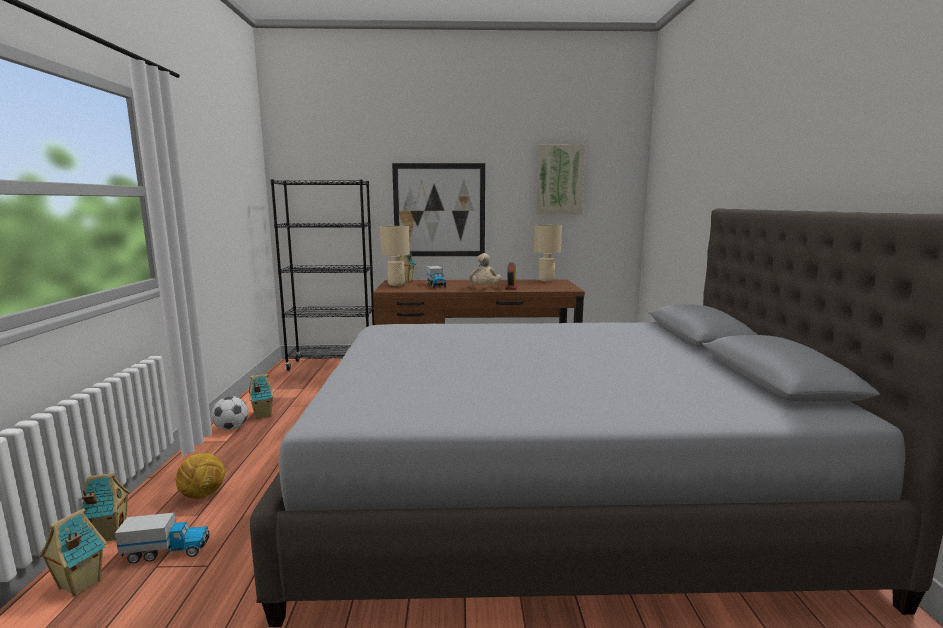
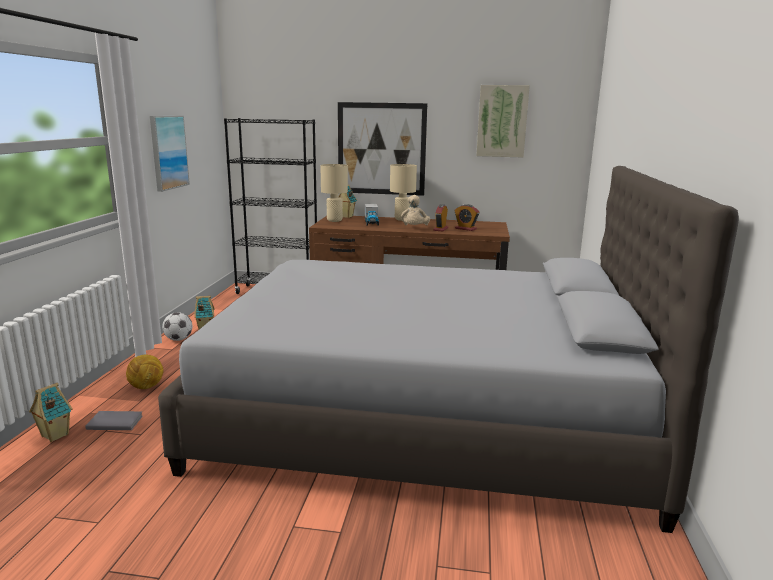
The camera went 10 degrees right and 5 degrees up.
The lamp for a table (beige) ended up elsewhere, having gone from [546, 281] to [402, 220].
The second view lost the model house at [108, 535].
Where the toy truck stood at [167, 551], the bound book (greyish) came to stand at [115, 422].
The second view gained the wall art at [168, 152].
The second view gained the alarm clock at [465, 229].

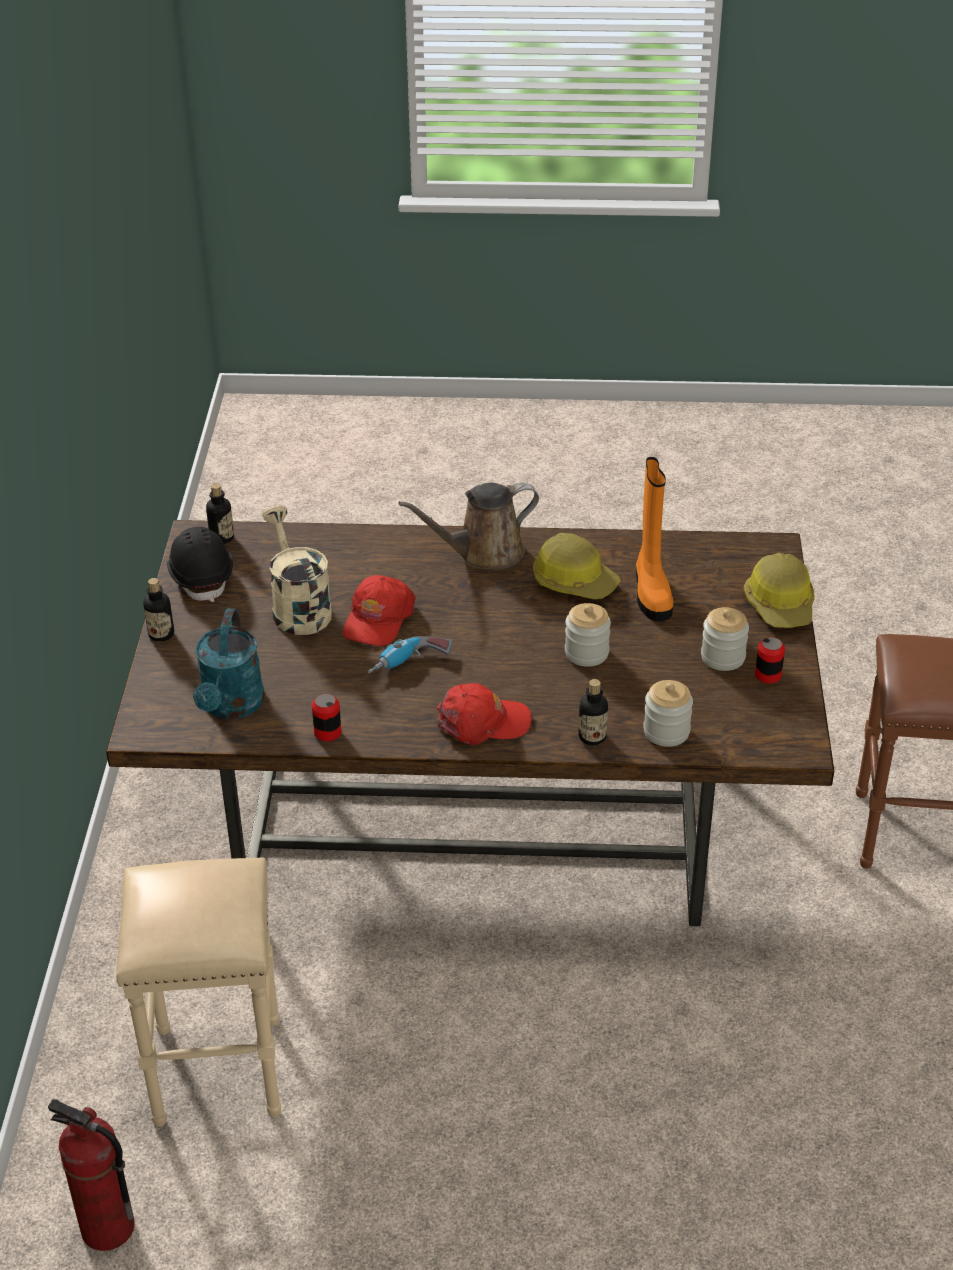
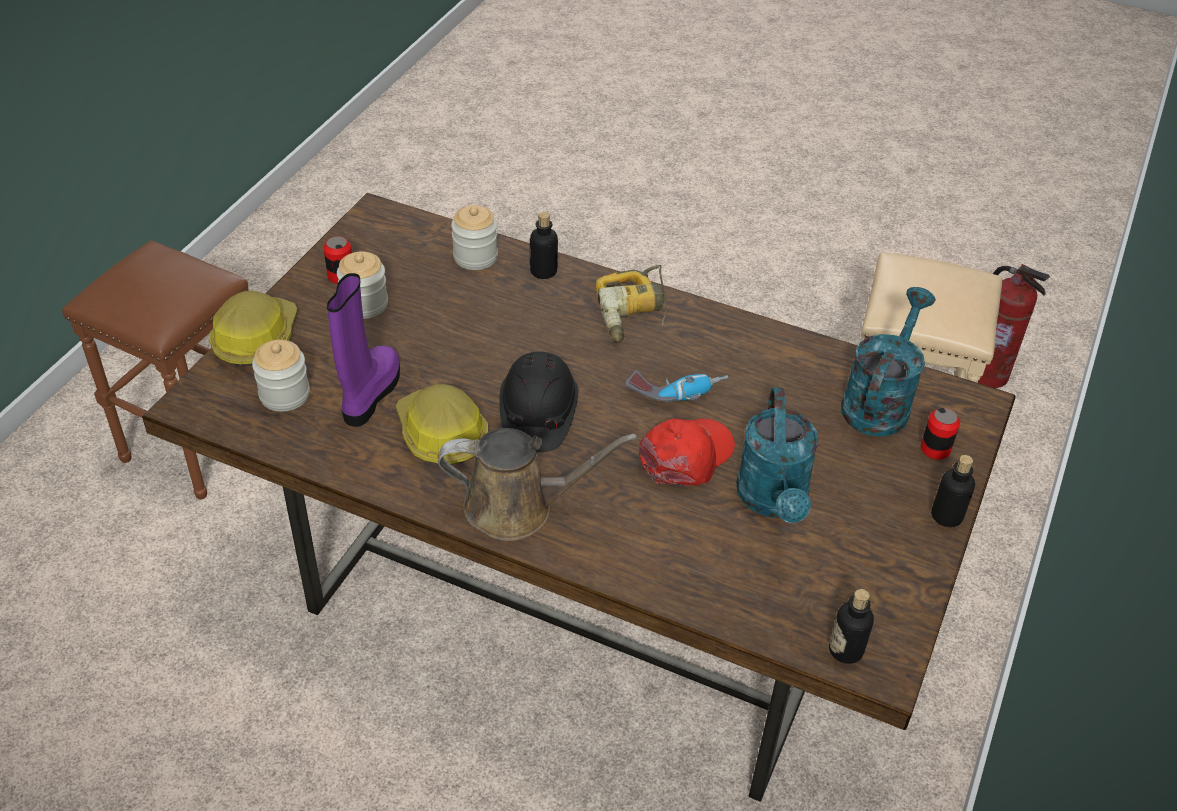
The camera went 160 degrees left and 5 degrees up.
What was the boot (orange) at [651, 592] turned into the boot (purplish) at [370, 394].
What was the watering can (beige) at [298, 607] turned into the watering can (turquoise-coloured) at [774, 501].
The hard hat (black) ended up elsewhere, having gone from [201, 577] to [537, 416].
The preserve jar ended up elsewhere, having gone from [586, 653] to [284, 395].
Where the baseball cap (red-coloured) stood at [483, 722], the drill came to stand at [634, 312].
The sealed can ended up elsewhere, having gone from [327, 732] to [935, 449].

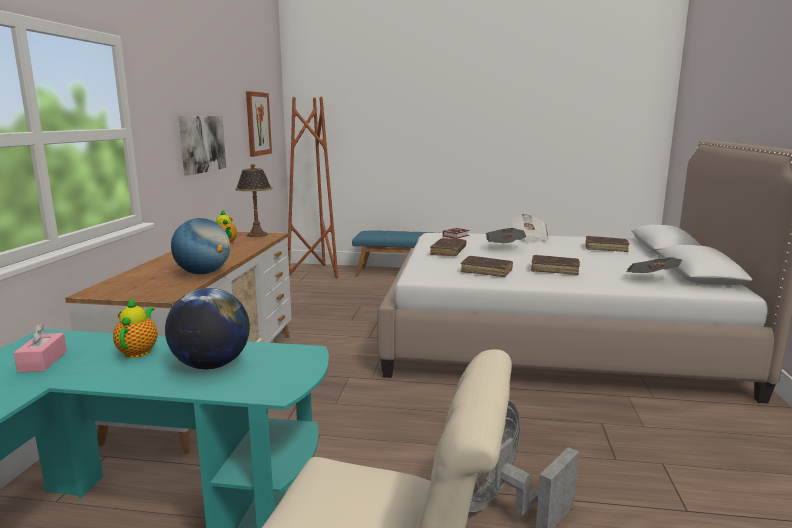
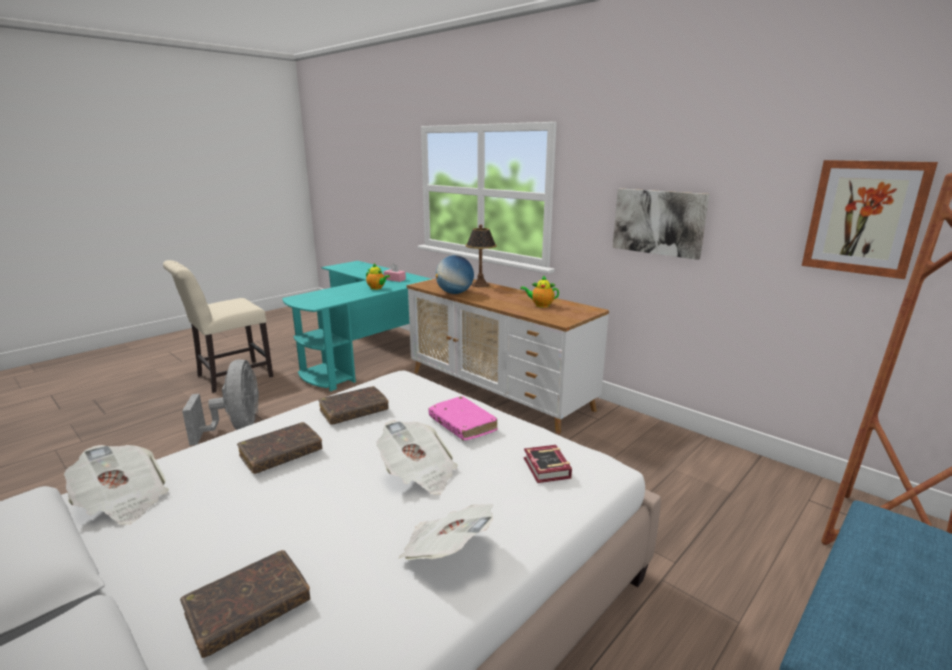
The camera went 125 degrees right and 5 degrees up.
The lamp for a table ended up elsewhere, having gone from [256, 234] to [480, 285].
What was the bound book (brown) at [448, 252] turned into the bound book (pink) at [462, 425].
The second view lost the world globe at [211, 365].

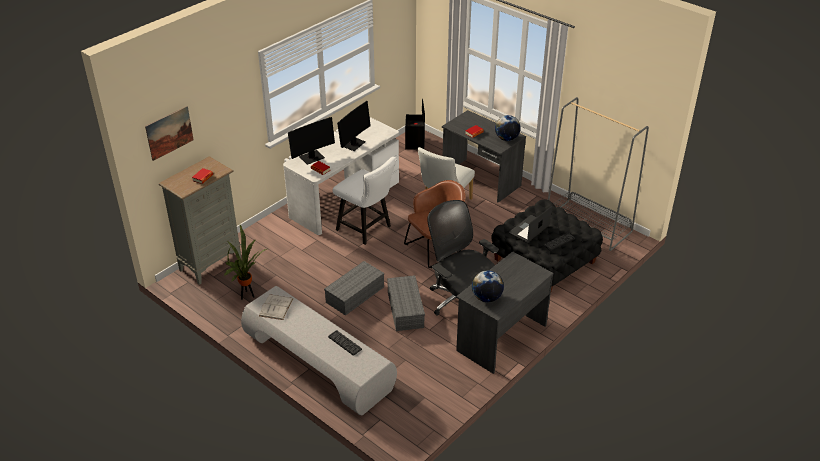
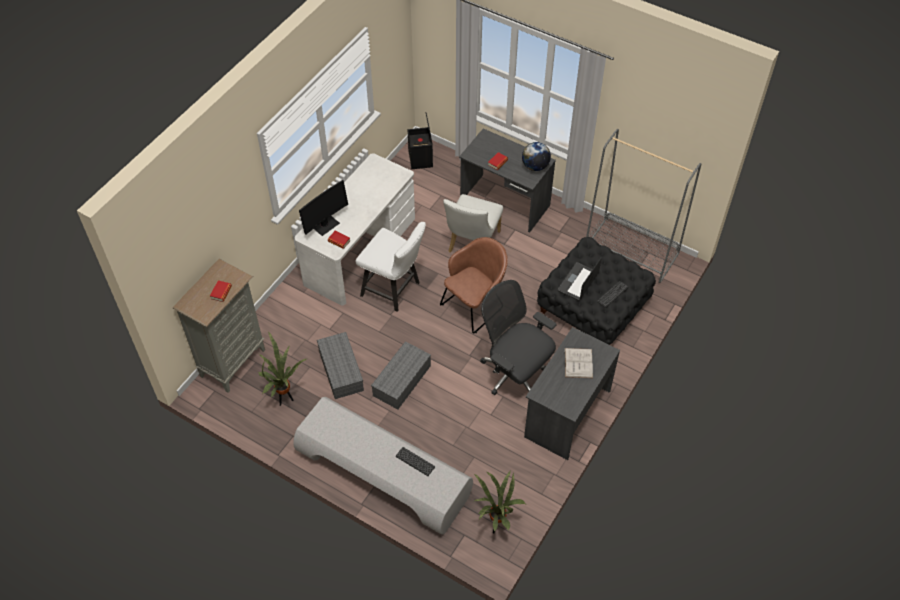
The camera went 10 degrees left and 15 degrees up.
The second view lost the computer display at [353, 144].
The second view lost the wall art at [169, 133].
The second view lost the world globe at [486, 298].
The storage container (greyish) ended up elsewhere, having gone from [404, 309] to [340, 370].
The bound book (white) ended up elsewhere, having gone from [276, 307] to [578, 363].
The second view gained the houseplant at [496, 526].

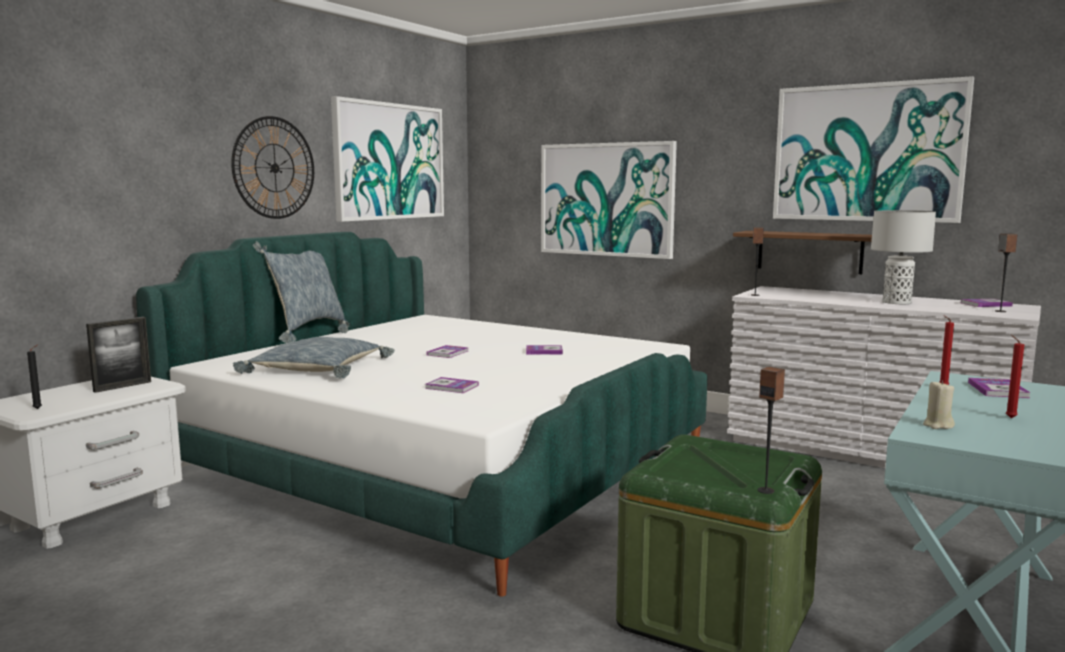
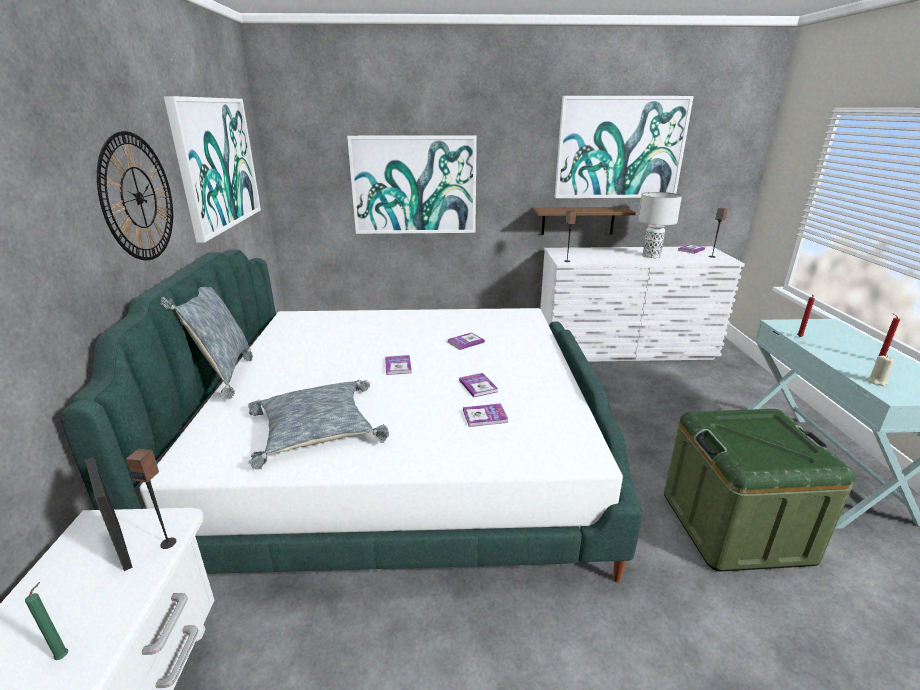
The camera went 35 degrees left and 15 degrees up.
The picture frame at [122, 386] ended up facing another way, 135 degrees clockwise from before.
What was the wax light (black) at [39, 409] turned into the wax light (green) at [65, 655].
The loudspeaker ended up elsewhere, having gone from [766, 490] to [168, 543].
The bound book ended up elsewhere, having gone from [998, 390] to [478, 386].

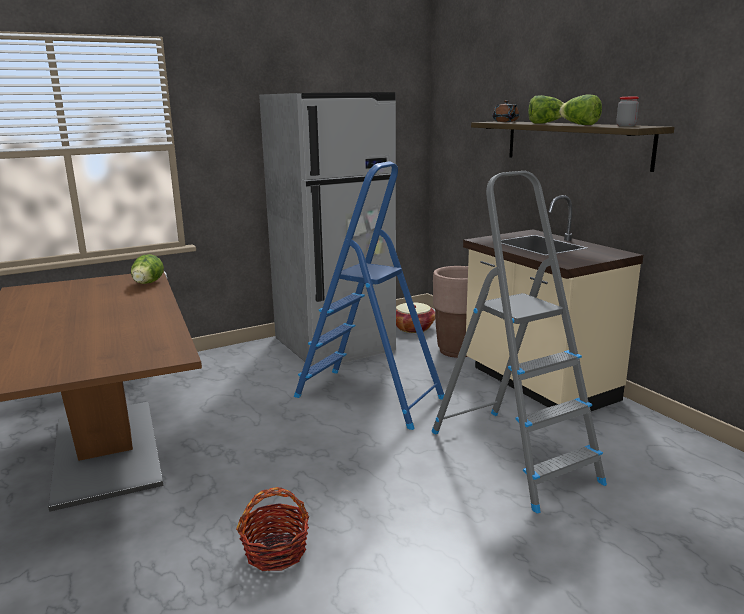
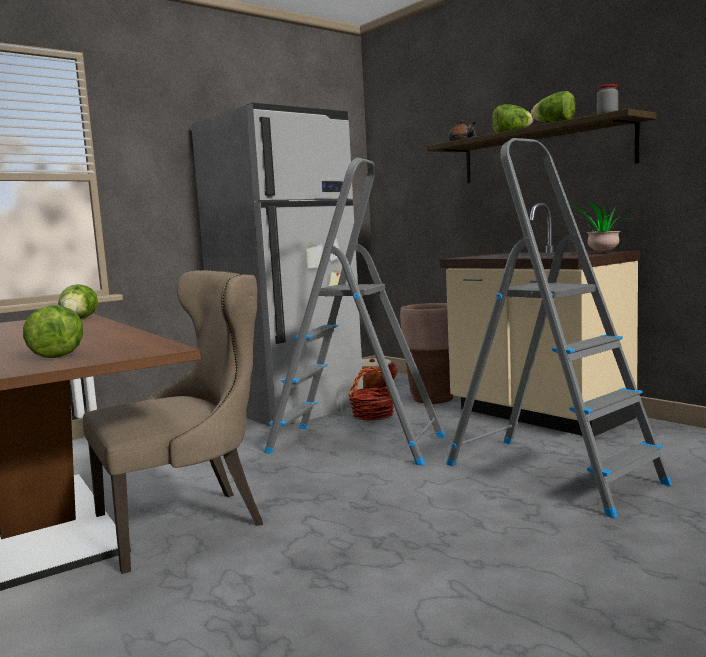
The camera went 10 degrees left and 10 degrees down.
What was the stepladder (blue) at [368, 397] turned into the stepladder (greyish) at [354, 444].
The basket ended up elsewhere, having gone from [276, 551] to [373, 415].
The second view gained the houseplant at [600, 253].
The second view gained the plain chair (beige) at [187, 524].
The second view gained the lettuce at [59, 354].

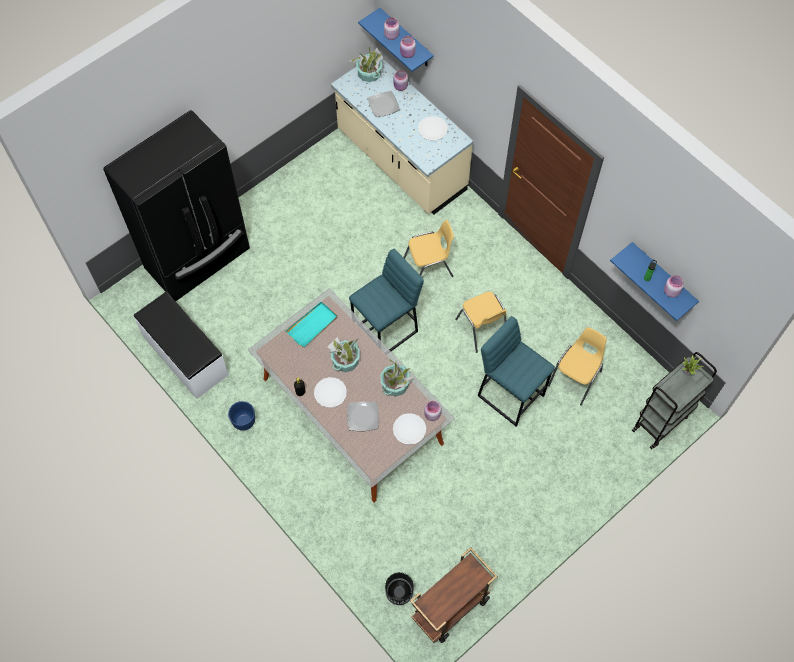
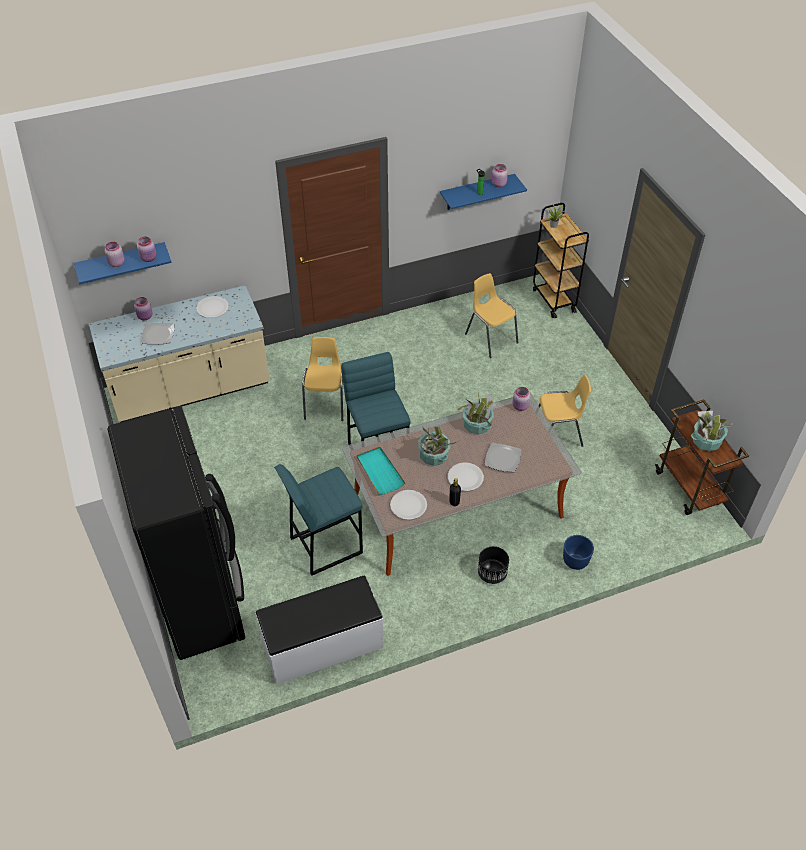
The camera went 70 degrees left and 15 degrees down.
The houseplant ended up elsewhere, having gone from [369, 74] to [706, 441].
The plain chair (yellow) ended up elsewhere, having gone from [481, 329] to [557, 434].
The stool (turquoise-coloured) ended up elsewhere, having gone from [509, 394] to [324, 546].
What was the trolley (greyish) at [660, 424] turned into the trolley (brown) at [554, 301].
The planter (blue) ended up elsewhere, having gone from [243, 421] to [575, 562].
The dinner plate (white) ended up elsewhere, having gone from [409, 429] to [408, 505].
The planter (black) ended up elsewhere, having gone from [399, 592] to [492, 574].

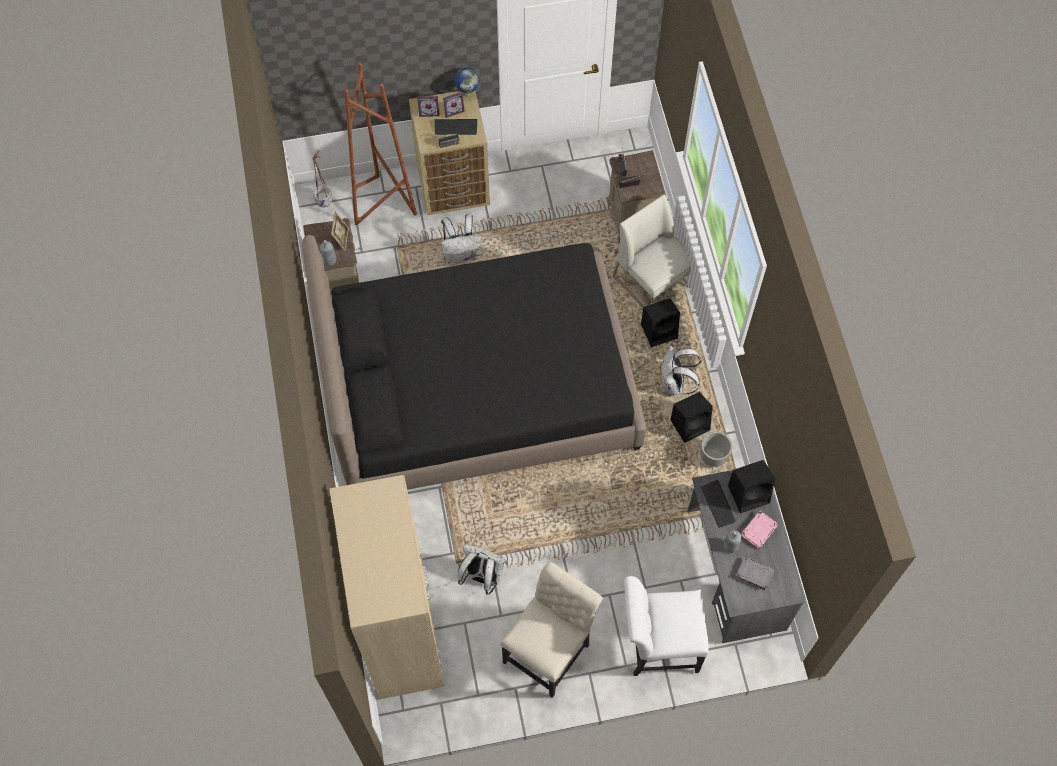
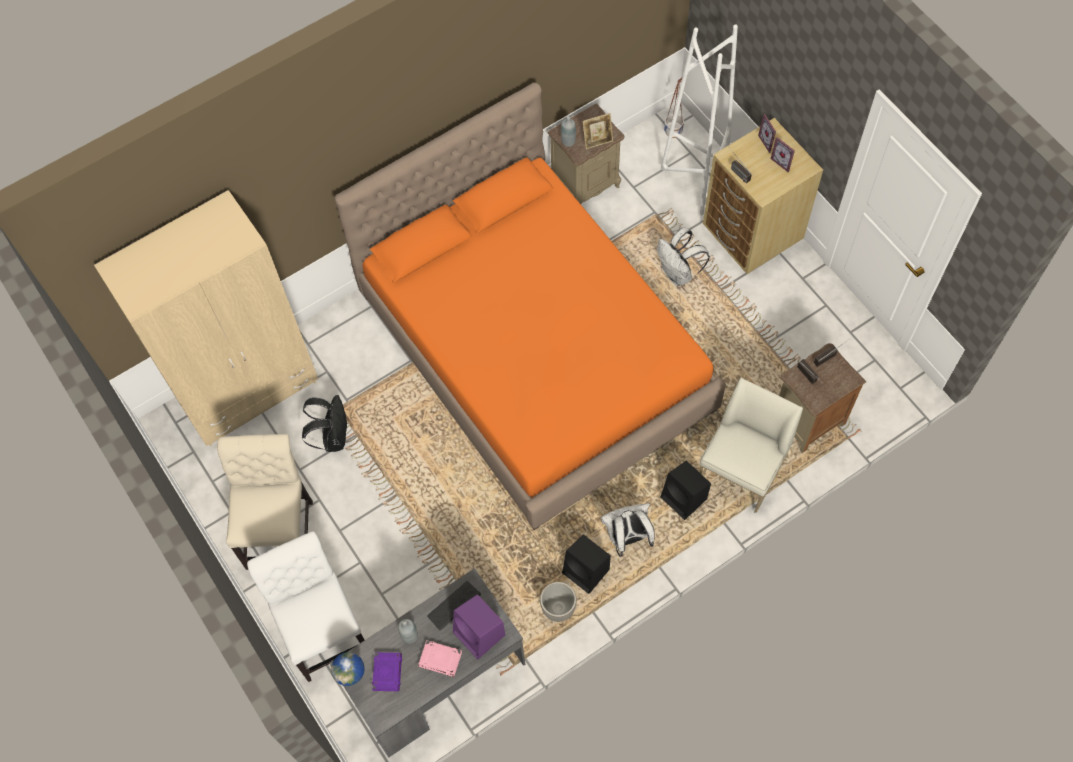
The camera went 70 degrees right and 0 degrees up.
What was the clothes rack (brown) at [383, 205] turned into the clothes rack (white) at [697, 182].
The world globe ended up elsewhere, having gone from [468, 94] to [353, 676].
The second view lost the keyboard at [455, 127].
What was the bed (black) at [479, 386] turned into the bed (orange) at [535, 351].
What was the loudspeaker (black) at [749, 493] turned into the loudspeaker (purplish) at [480, 634].
What was the knapsack (white) at [482, 576] turned into the knapsack (black) at [333, 437].
What was the bound book (greyish) at [754, 574] turned into the bound book (purplish) at [387, 672].
The plain chair (beige) at [550, 649] ended up facing another way, 105 degrees counterclockwise from before.

